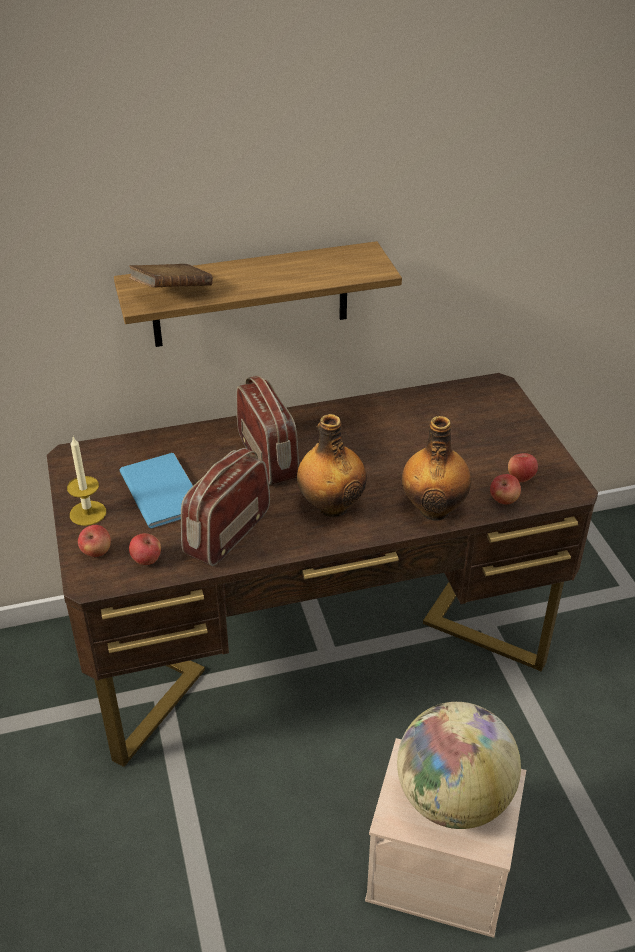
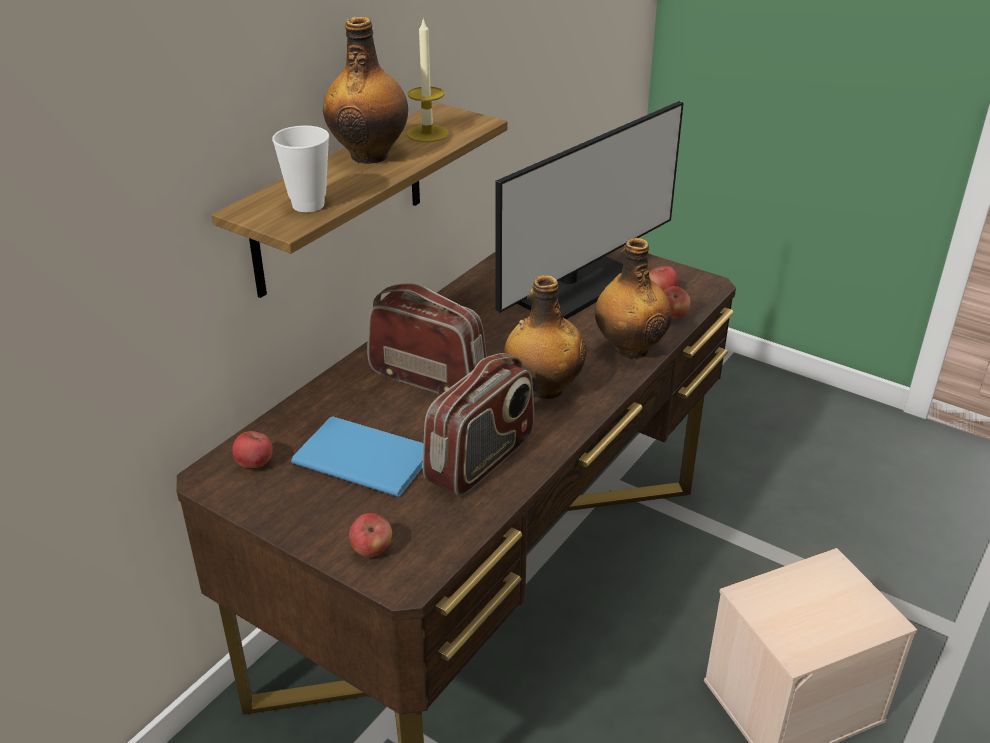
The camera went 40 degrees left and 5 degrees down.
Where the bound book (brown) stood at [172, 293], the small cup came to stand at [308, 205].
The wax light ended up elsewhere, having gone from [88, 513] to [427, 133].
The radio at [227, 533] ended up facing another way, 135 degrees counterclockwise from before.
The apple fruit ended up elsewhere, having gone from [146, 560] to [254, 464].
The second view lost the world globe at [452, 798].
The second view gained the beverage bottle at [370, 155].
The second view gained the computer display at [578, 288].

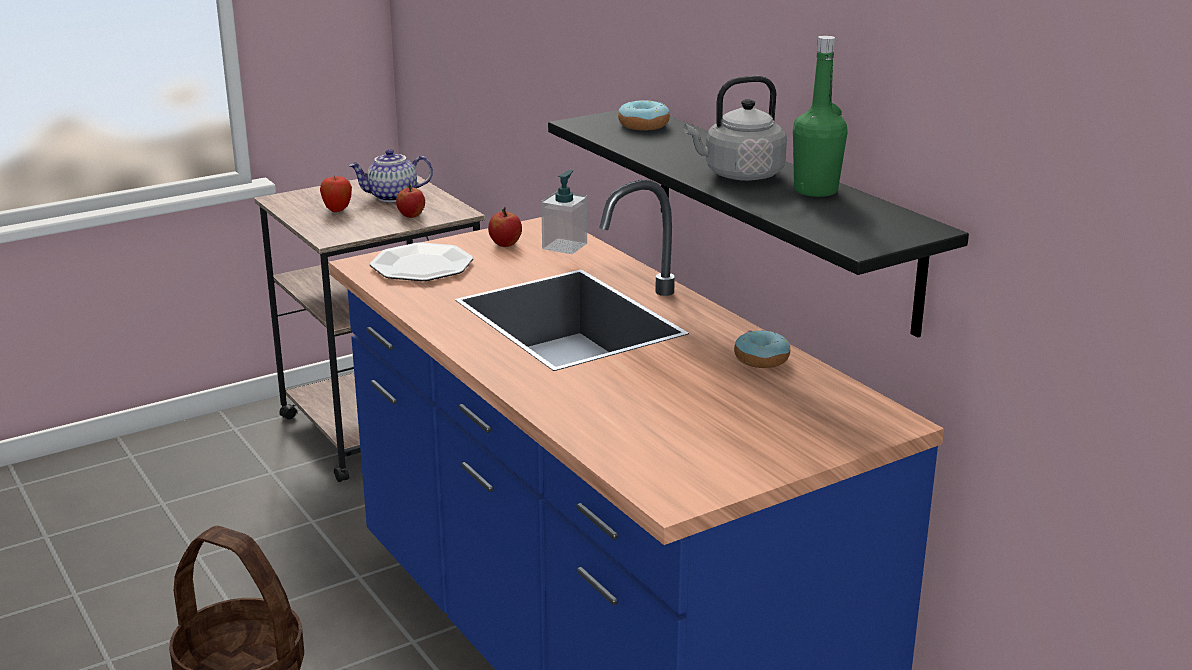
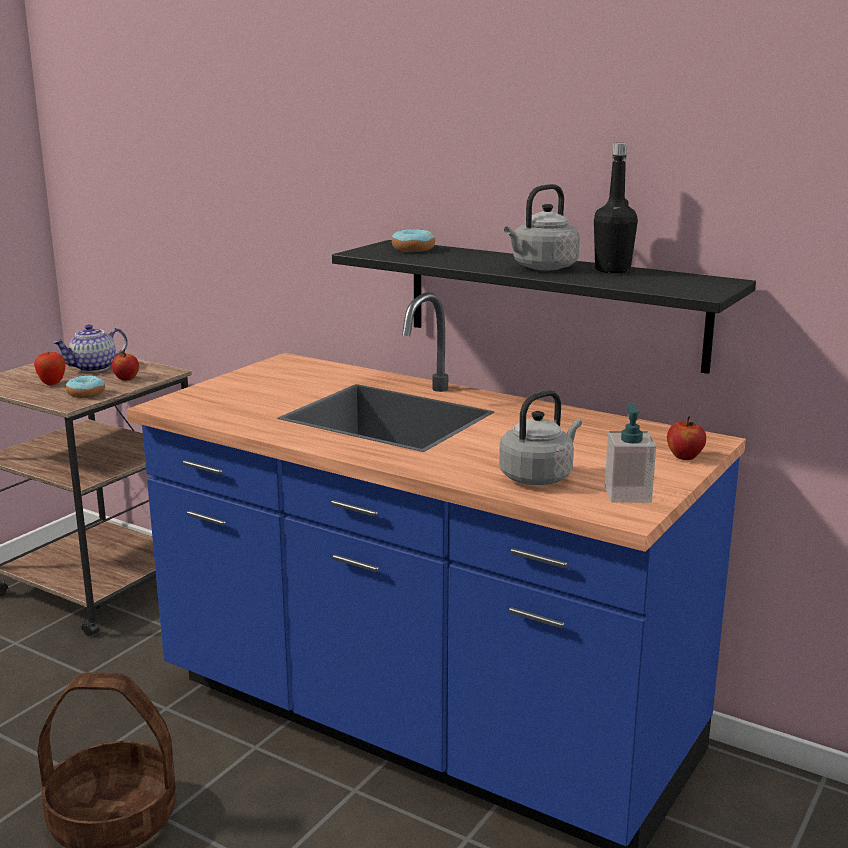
The camera went 25 degrees left and 5 degrees down.
What was the beverage bottle (green) at [815, 190] turned into the beverage bottle (black) at [612, 270].
The soap dispenser ended up elsewhere, having gone from [564, 246] to [627, 494].
The apple fruit ended up elsewhere, having gone from [505, 244] to [684, 457].
The second view lost the dinner plate at [421, 265].
The doughnut ended up elsewhere, having gone from [761, 359] to [86, 394].
The second view gained the tea kettle (greyish) at [538, 476].

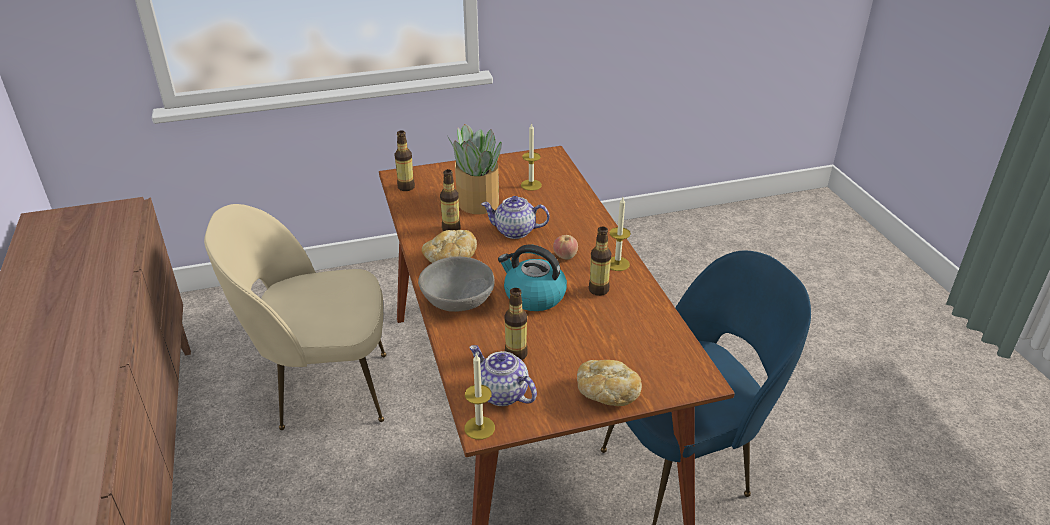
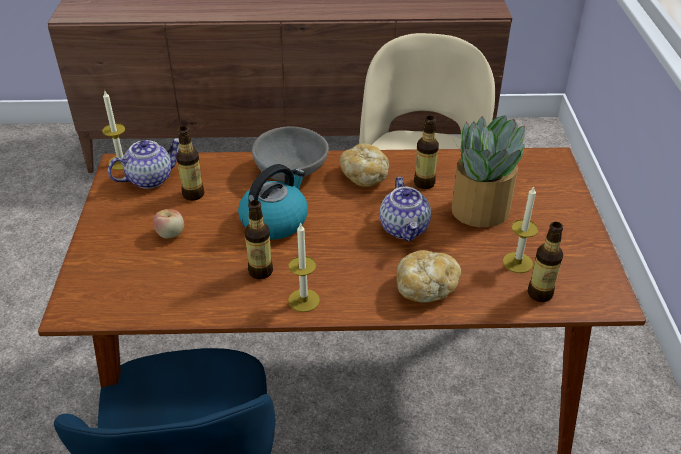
The camera went 105 degrees right and 5 degrees up.
The beverage bottle ended up elsewhere, having gone from [406, 187] to [540, 294].
The teapot at [514, 231] ended up facing another way, 150 degrees clockwise from before.
The apple fruit ended up elsewhere, having gone from [565, 256] to [171, 234].
The bread ended up elsewhere, having gone from [606, 393] to [426, 287].

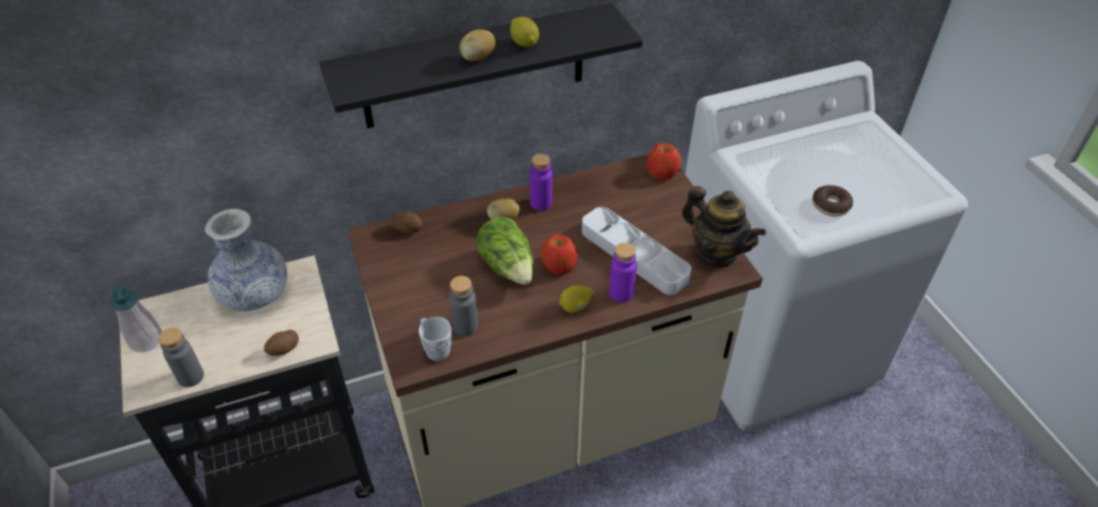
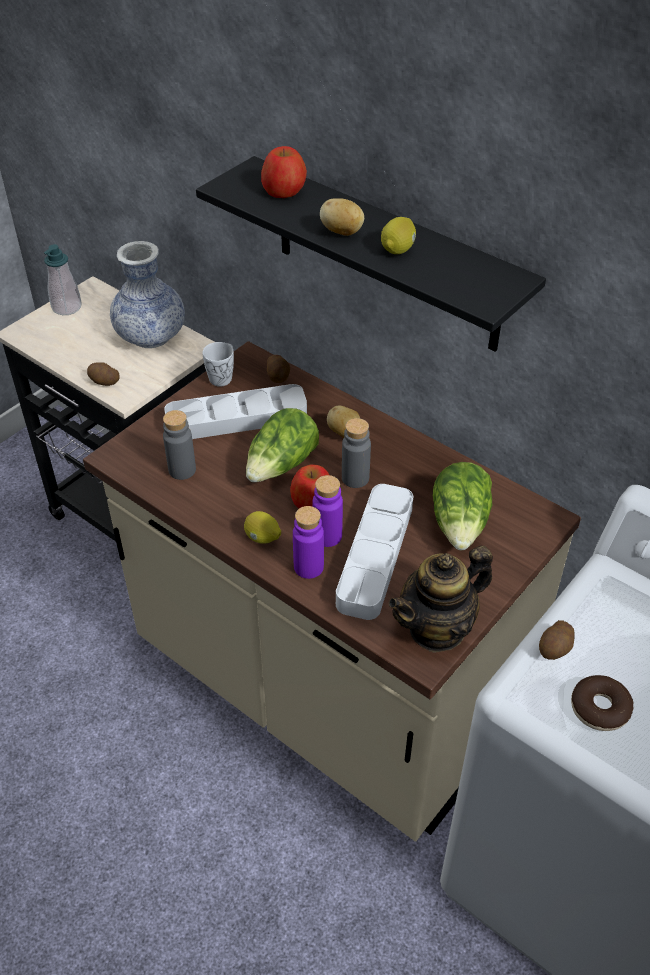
The camera went 60 degrees right and 0 degrees up.
The apple fruit ended up elsewhere, having gone from [662, 172] to [284, 191].
The beverage bottle (purplish) ended up elsewhere, having gone from [541, 203] to [327, 536].
The teapot at [716, 253] ended up facing another way, 45 degrees clockwise from before.
The mug (white) ended up elsewhere, having gone from [435, 348] to [223, 376].
The beverage bottle (greyish) ended up elsewhere, having gone from [191, 377] to [355, 478].
The second view gained the serving tray (greyish) at [237, 419].
The second view gained the lettuce at [460, 523].
The second view gained the spud at [555, 648].

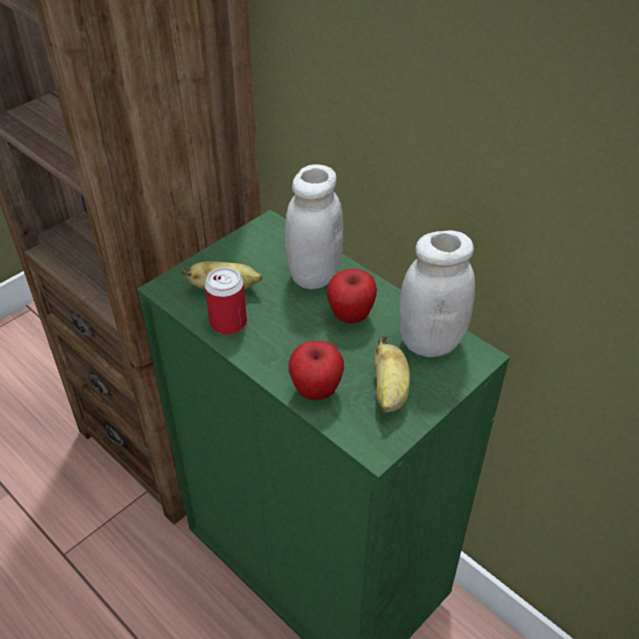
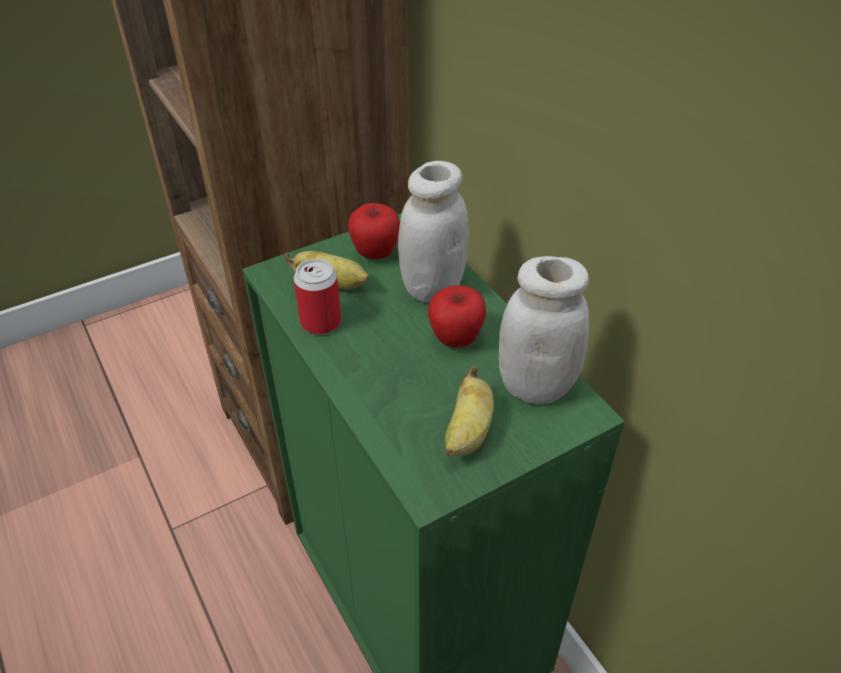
The camera went 15 degrees right and 0 degrees up.
The apple fruit ended up elsewhere, having gone from [316, 390] to [375, 254].

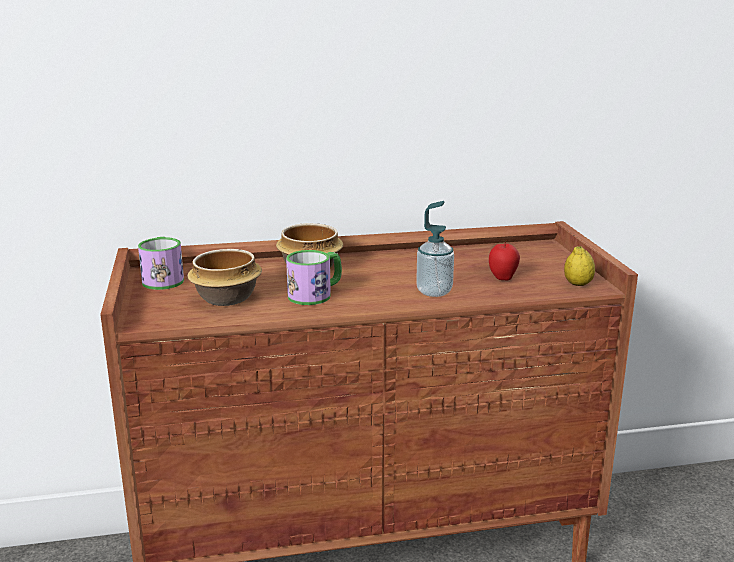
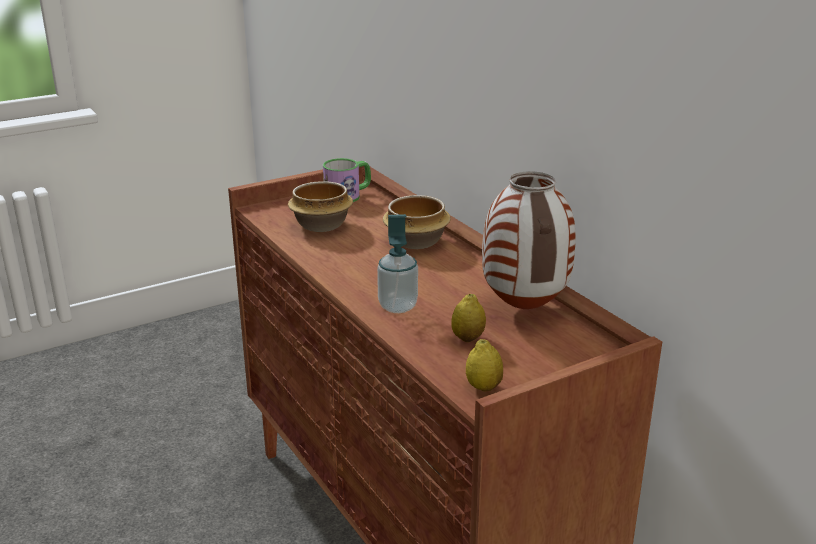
The camera went 70 degrees right and 5 degrees up.
Where the apple fruit stood at [503, 278], the lemon came to stand at [468, 338].
The second view lost the mug at [316, 294].
The second view gained the vase at [525, 309].

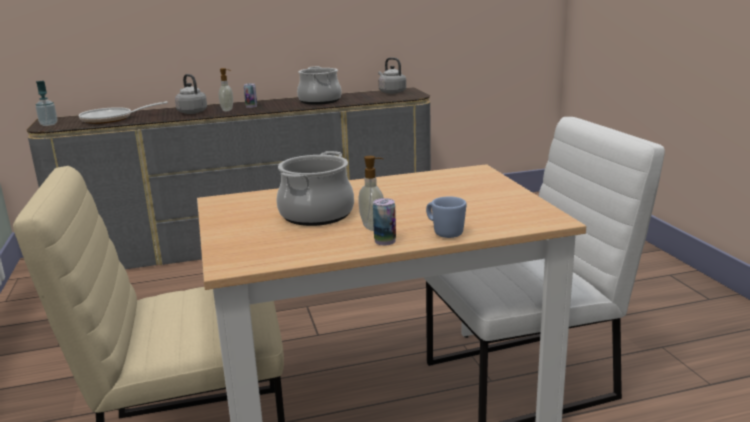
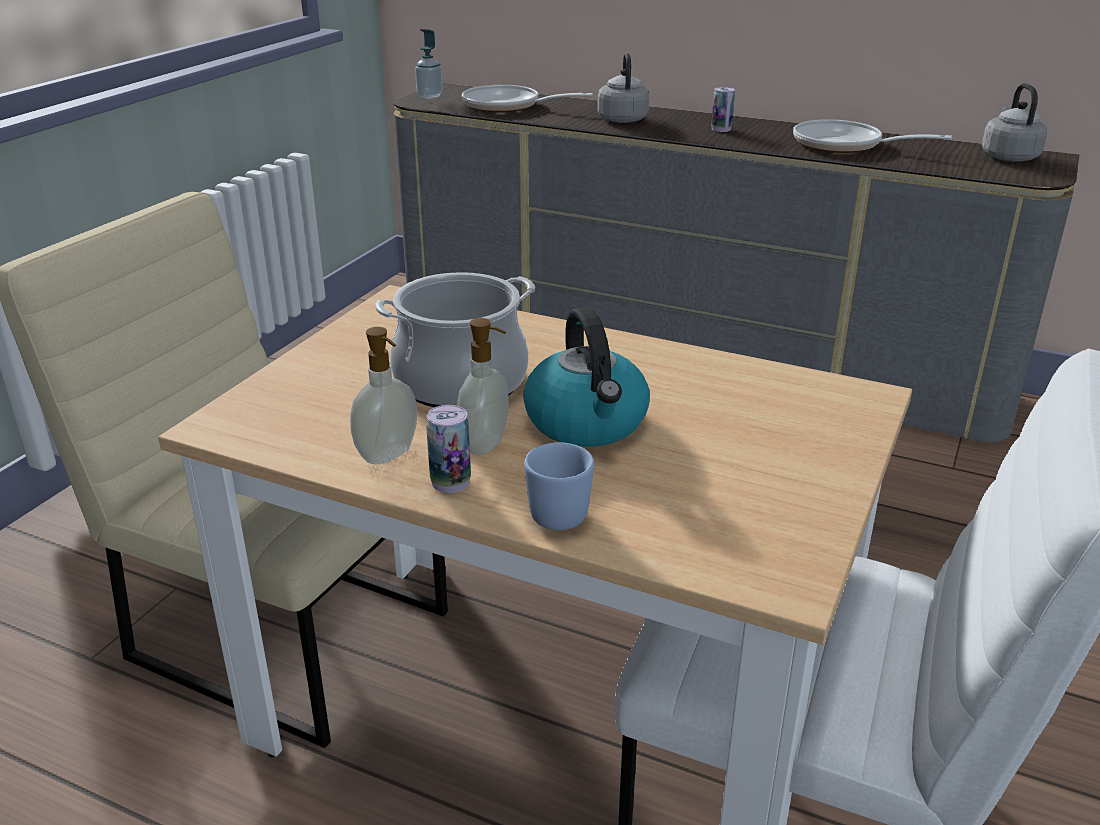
The camera went 40 degrees right and 10 degrees up.
Where the stockpot stood at [320, 101], the pan came to stand at [844, 145].
The soap dispenser ended up elsewhere, having gone from [228, 110] to [389, 455].
The second view gained the tea kettle at [587, 423].

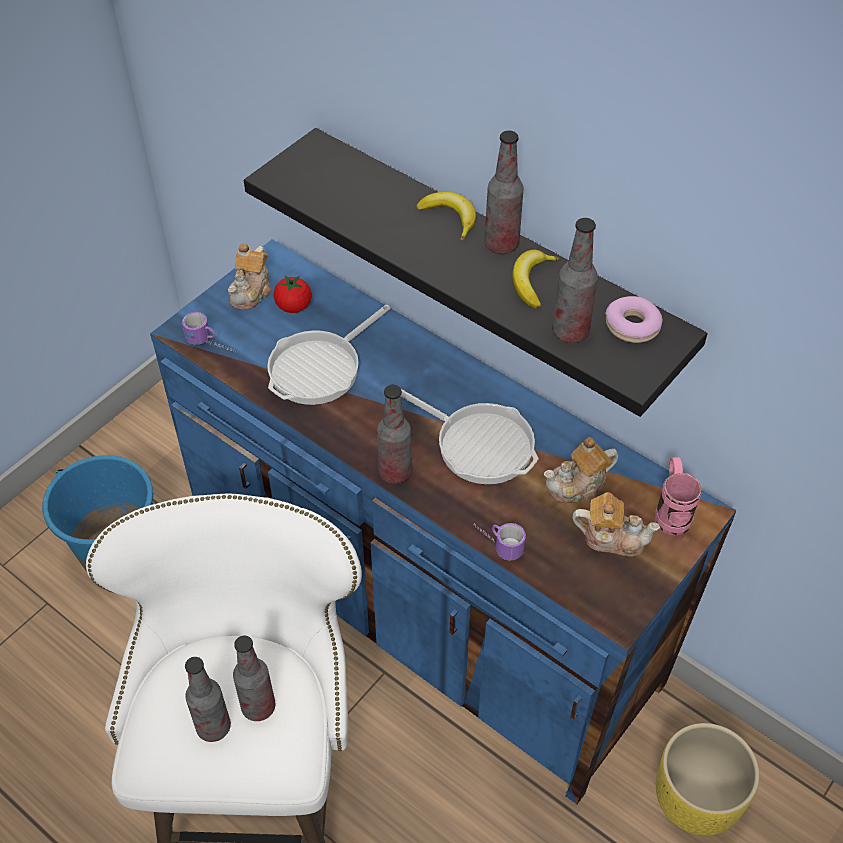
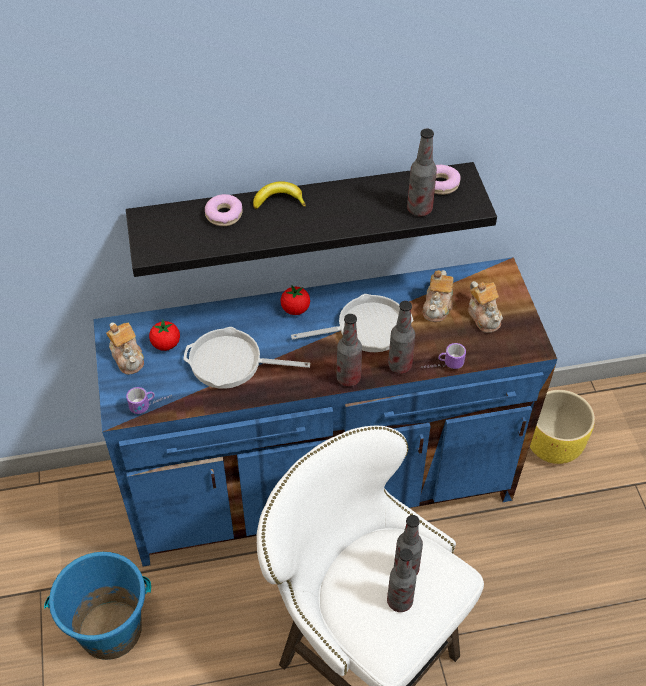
The camera went 50 degrees left and 0 degrees up.
The beverage bottle ended up elsewhere, having gone from [501, 244] to [400, 366].
The second view lost the banana at [531, 282].
The pan at [320, 368] ended up facing another way, 105 degrees clockwise from before.
The second view lost the mug (pink) at [671, 512].
The teapot at [612, 538] ended up facing another way, 105 degrees clockwise from before.
The second view gained the doughnut at [224, 215].
The second view gained the tomato at [295, 309].

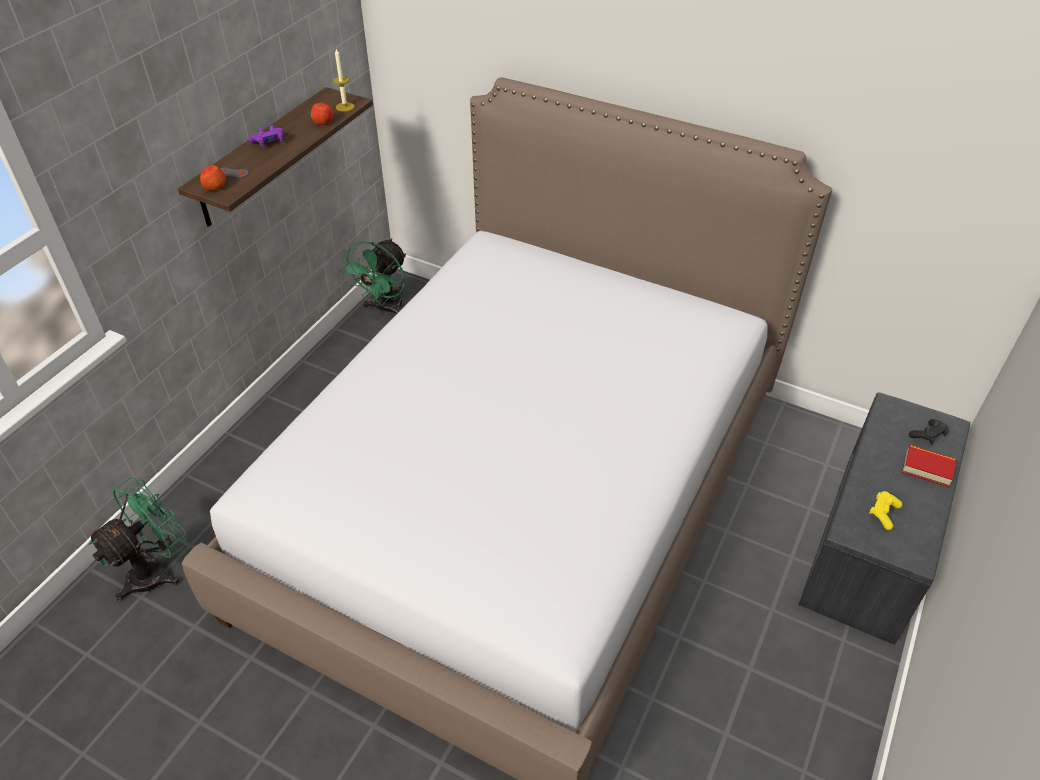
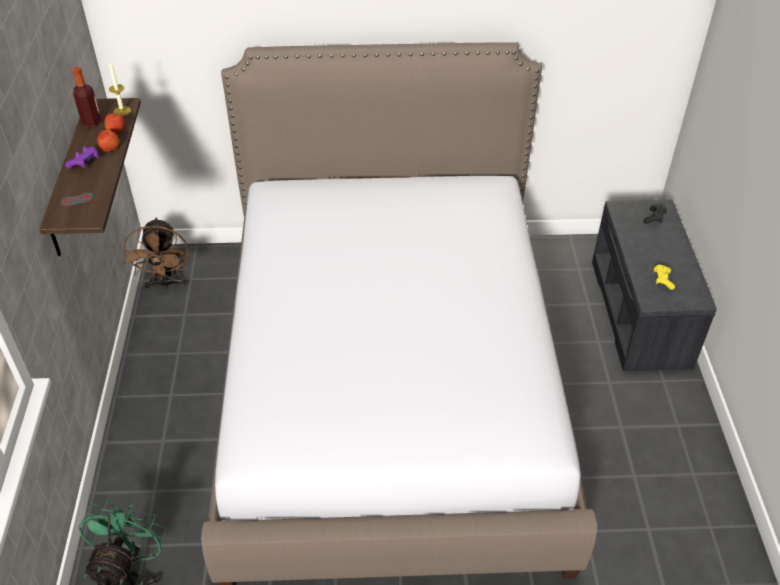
The camera went 30 degrees left and 0 degrees up.
The apple fruit ended up elsewhere, having gone from [215, 187] to [110, 148].
What was the electric fan (green) at [384, 309] turned into the electric fan (brown) at [166, 283].
The second view lost the bound book at [927, 468].
The second view gained the beverage bottle at [91, 122].

